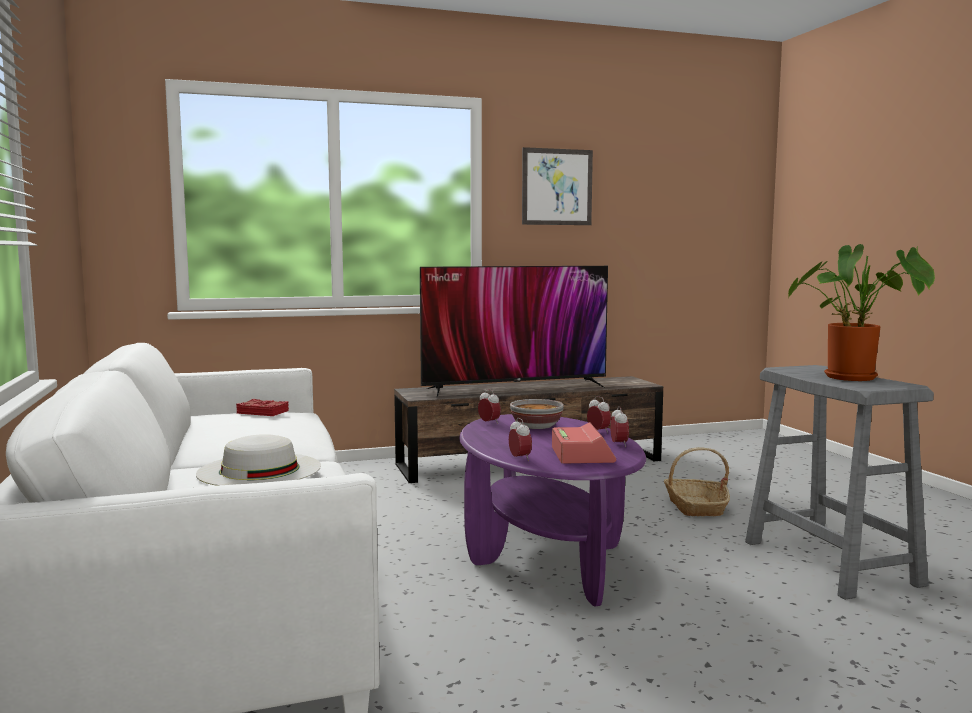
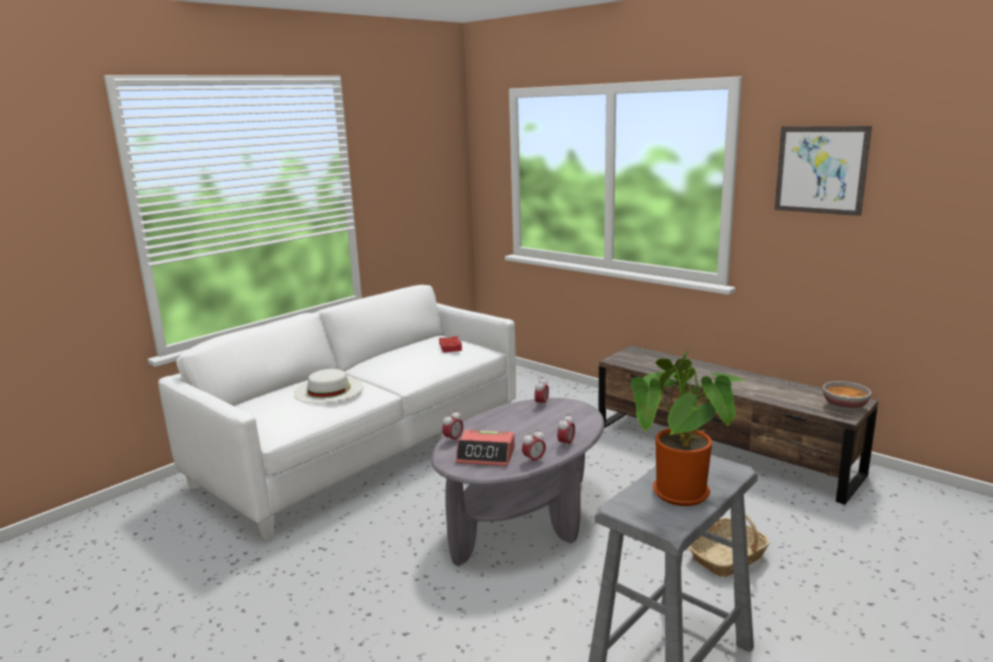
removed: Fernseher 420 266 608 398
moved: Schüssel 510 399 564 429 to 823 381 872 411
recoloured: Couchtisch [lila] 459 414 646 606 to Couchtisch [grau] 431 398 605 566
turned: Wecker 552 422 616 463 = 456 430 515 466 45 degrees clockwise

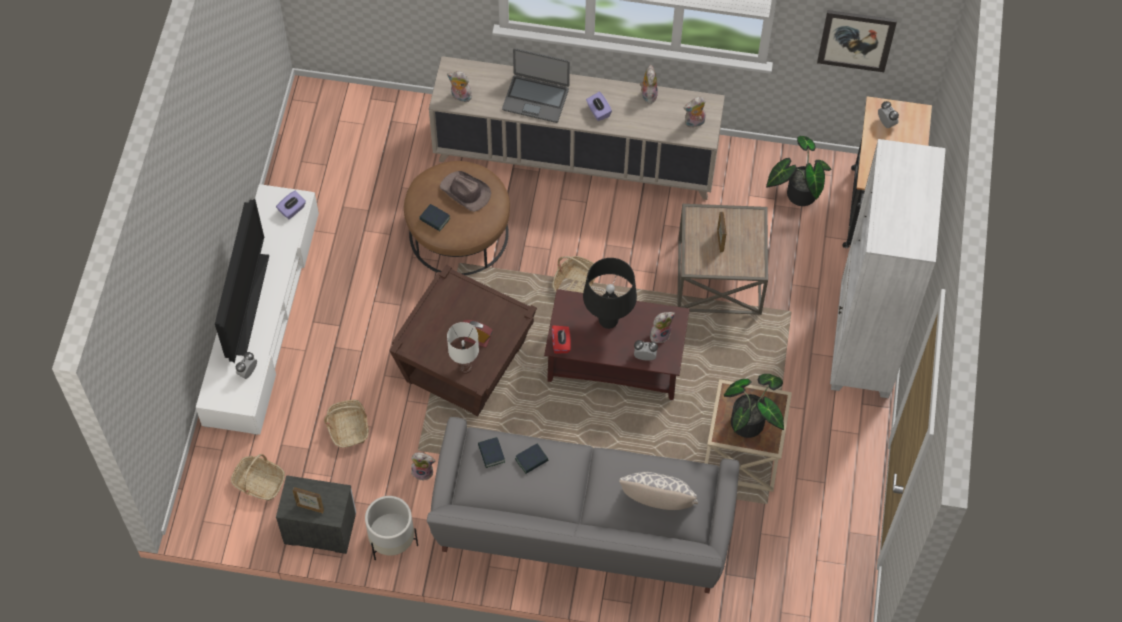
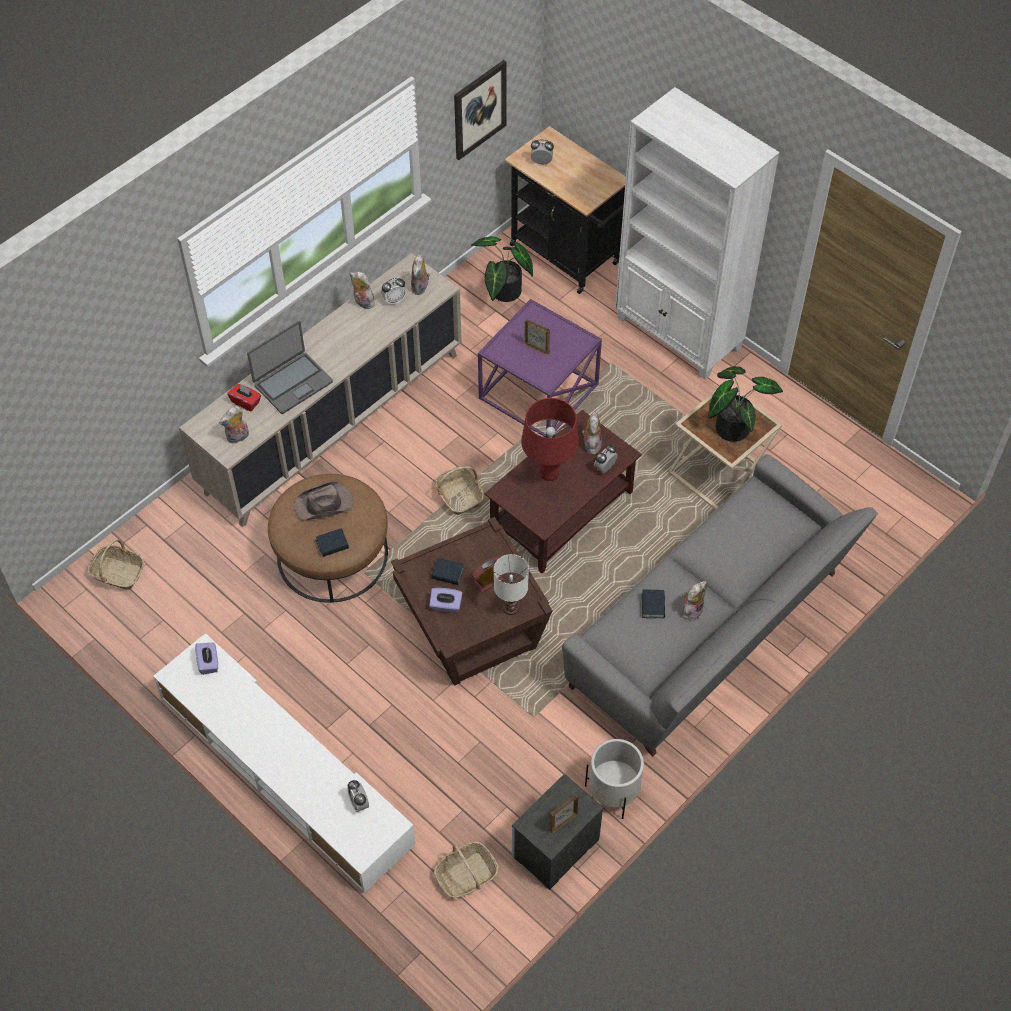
removed: Fernseher 215 199 269 364; Kissen 619 472 698 510
added: Wecker 381 278 406 305
moved: Korb 324 400 369 448 to 87 539 144 590; Plüschtier 411 452 435 480 to 681 581 707 624; Buch 478 437 505 468 to 431 558 464 585; Taschentuchbox [rot] 552 325 571 354 to 227 384 261 412; Taschentuchbox [lila] 586 92 612 121 to 429 588 462 613
recoloured: Tischlampe [schwarz] 583 258 637 329 to Tischlampe [rot] 521 398 579 481; Beistelltisch [braun] 677 204 768 315 to Beistelltisch [lila] 478 299 602 437

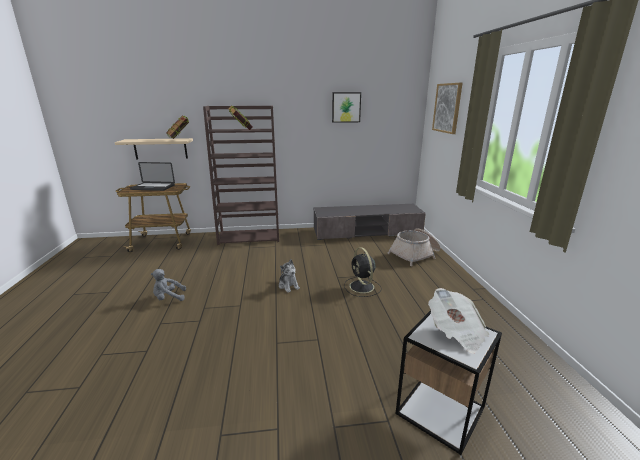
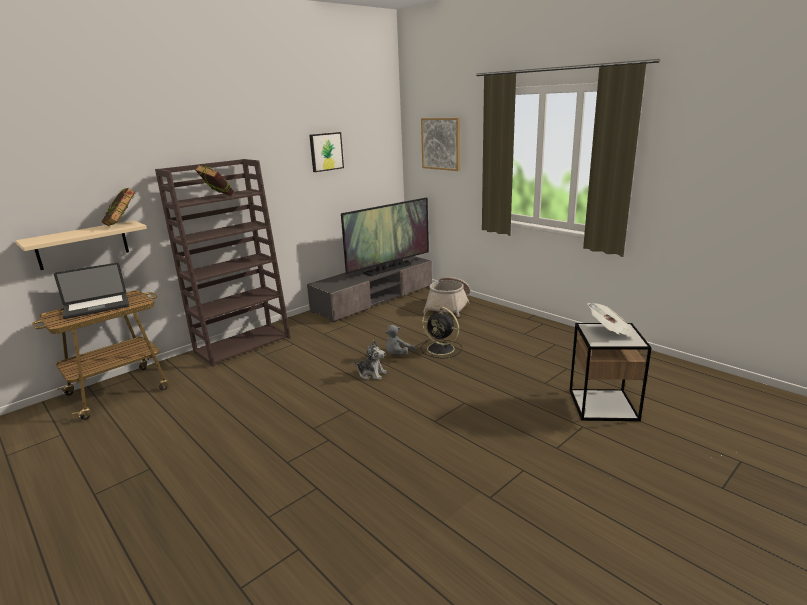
added: Fernseher 341 197 429 276
moved: Plüschtier [grau] 151 269 186 301 to 386 325 417 355

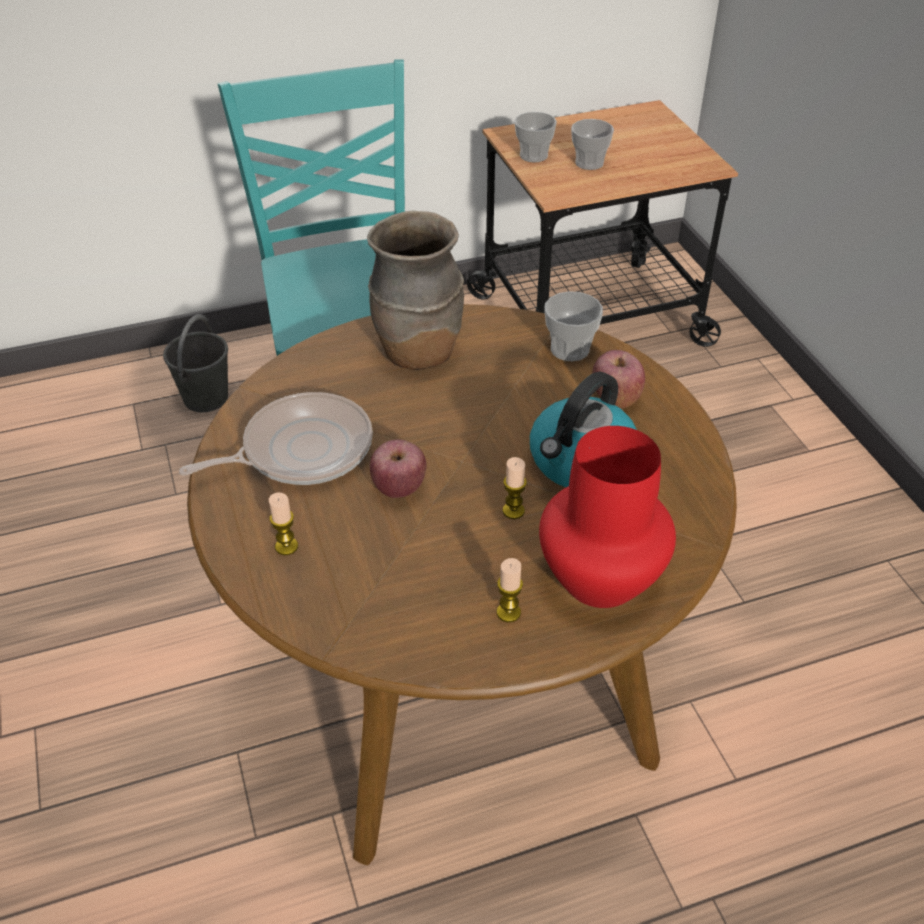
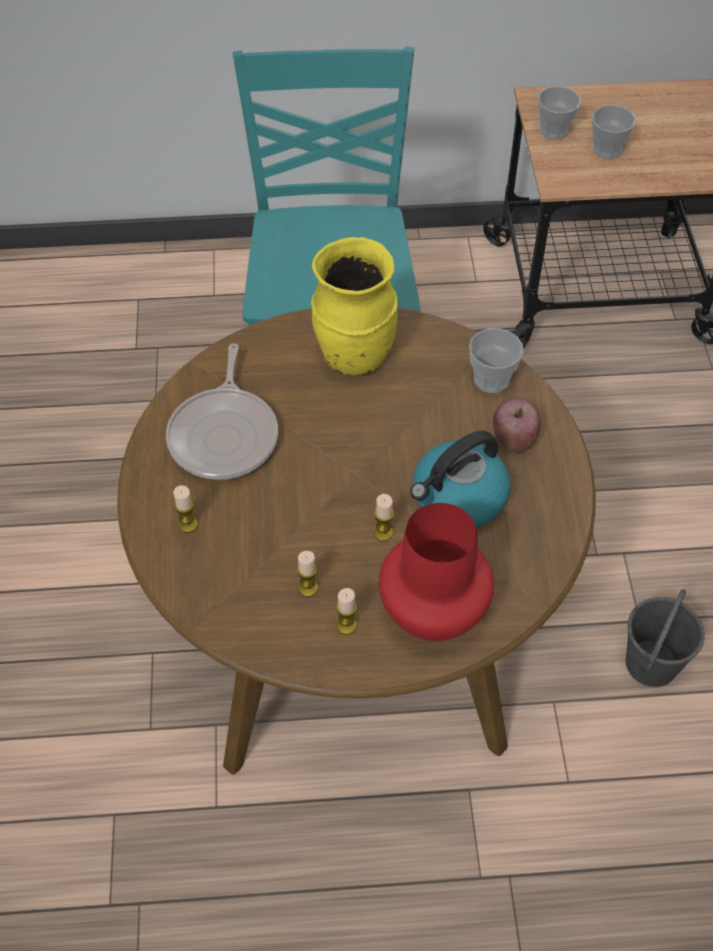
removed: Apfel 370 440 427 498
added: Kerze 297 551 318 597
moved: Eimer [grau] 163 314 228 412 to 626 589 705 687
recoloured: Vase [braun] 367 210 464 370 to Vase [gelb] 311 237 398 375
turned: Pfanne 179 392 373 485 = 166 343 278 480 105 degrees clockwise

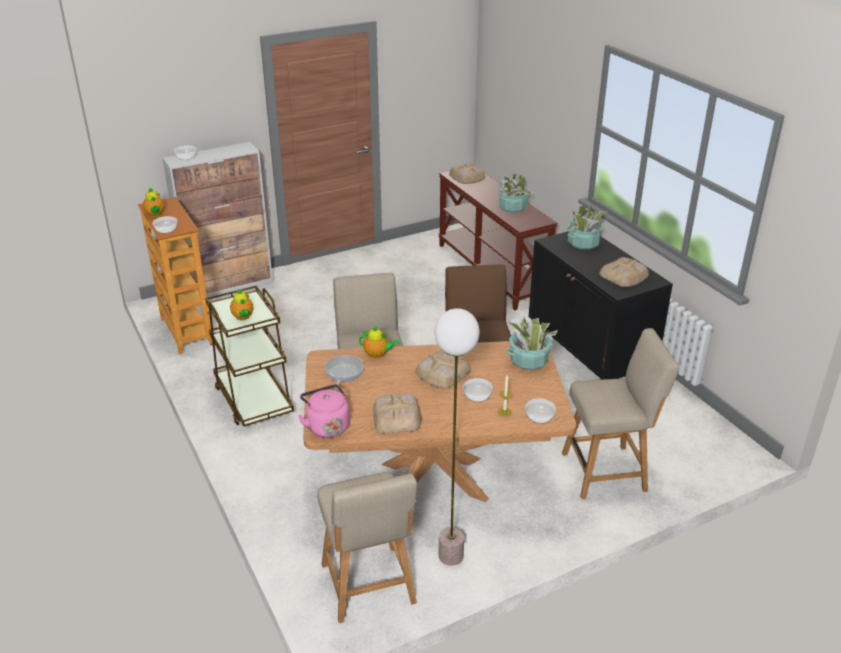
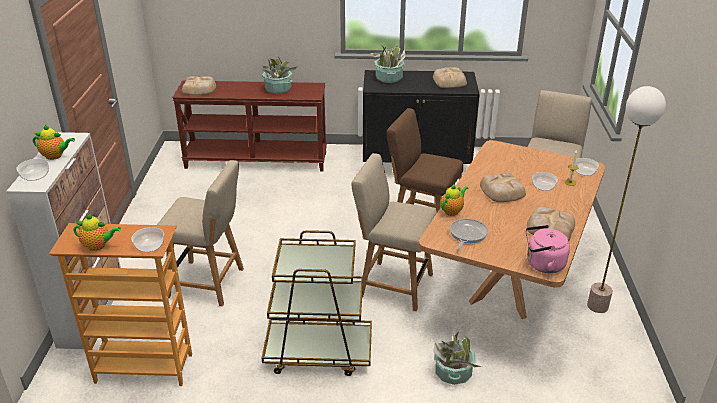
moved: Teekanne 230 289 254 320 to 33 125 75 160; Stuhl [beige] 317 472 417 623 to 157 160 244 306; Topfpflanze 506 317 558 370 to 433 331 482 385
turned: Pfanne 324 355 364 390 = 450 219 488 250 75 degrees clockwise

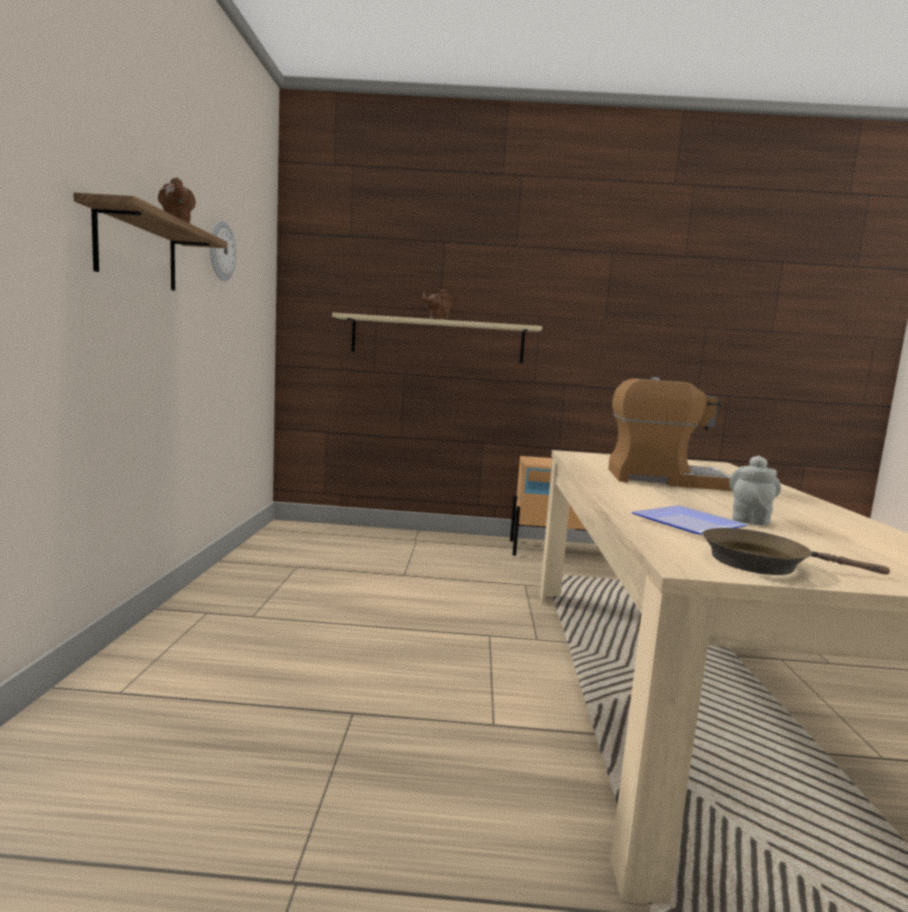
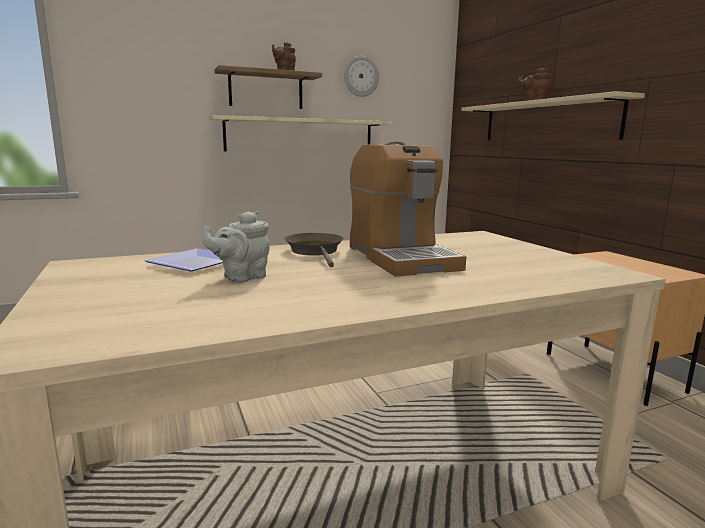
added: Wandregal [beige] 209 115 392 151
moved: Pfanne [braun] 702 528 890 575 to 284 233 344 267
turned: Teekanne [grau] 730 456 781 526 = 202 211 270 283 135 degrees clockwise

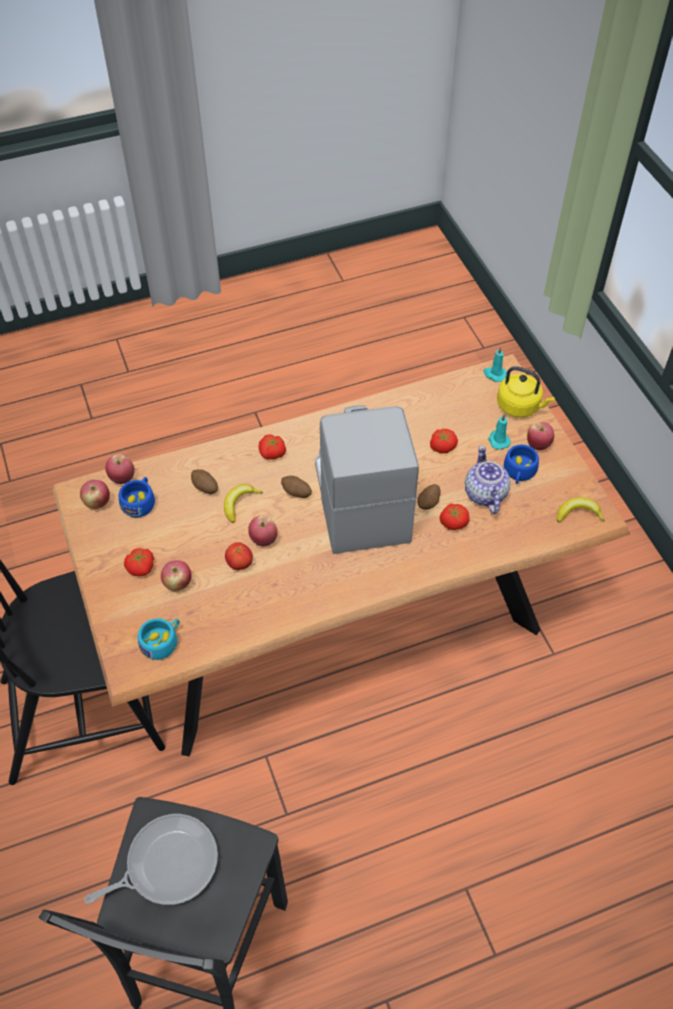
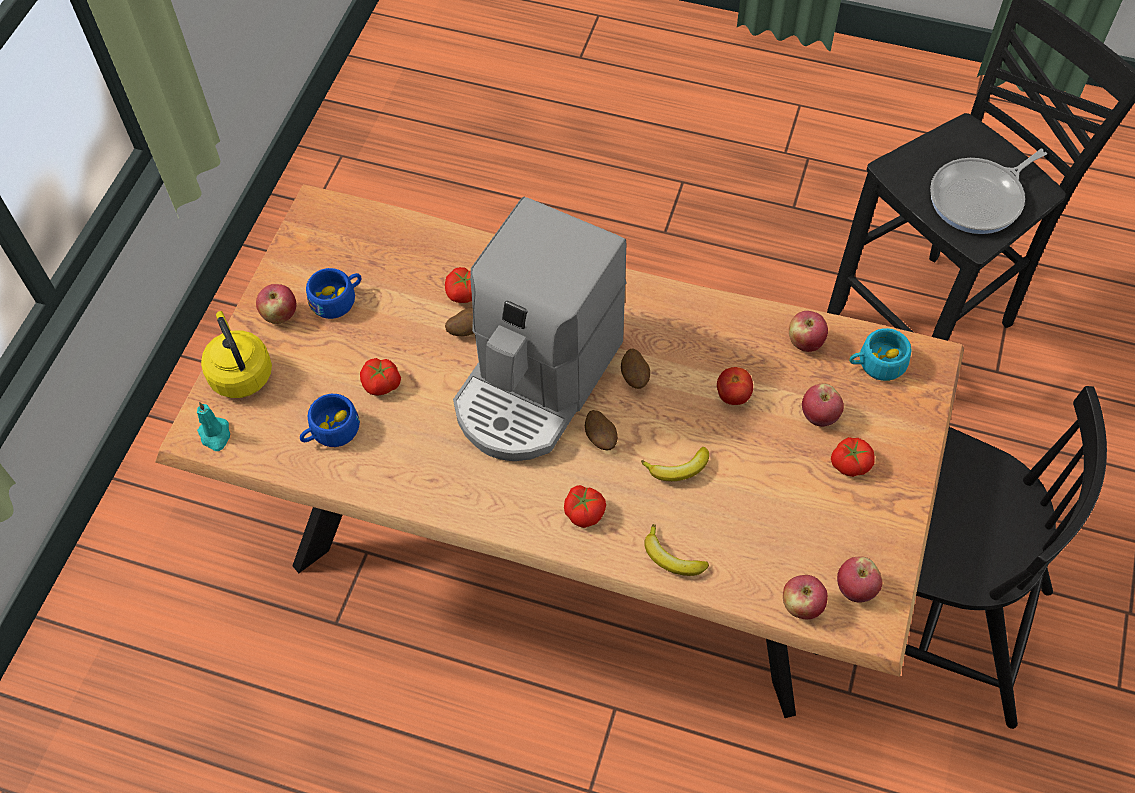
removed: Teekanne 465 445 510 514; Kerze [türkis] 488 414 511 450
moved: Tasse [blau] 119 477 155 518 to 300 394 360 447; Kartoffel 191 469 218 494 to 621 348 650 389; Apfel 248 515 278 546 to 789 311 828 352; Banane 557 497 605 523 to 644 524 709 576
turned: Pfanne 84 814 218 905 = 930 148 1047 234 45 degrees counterclockwise

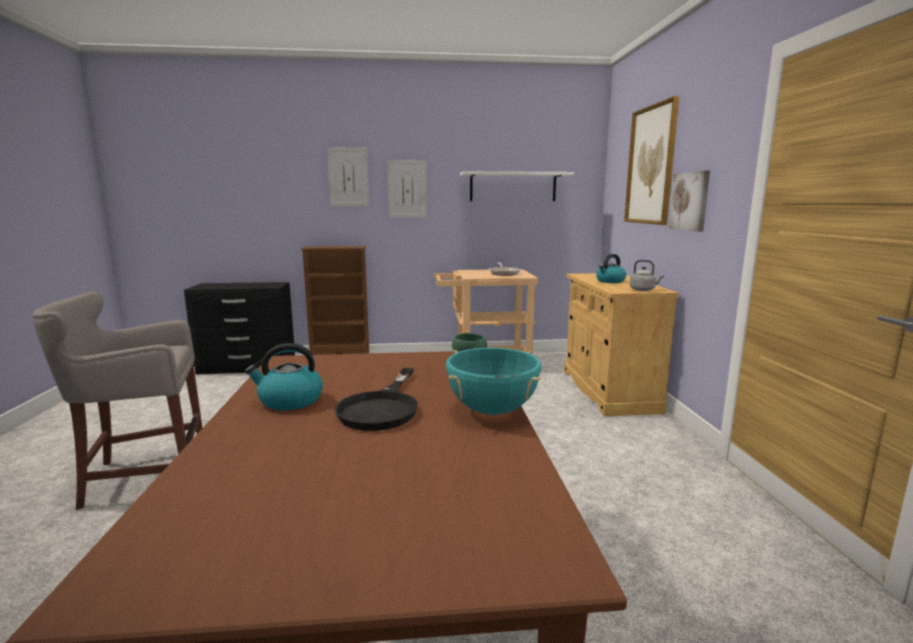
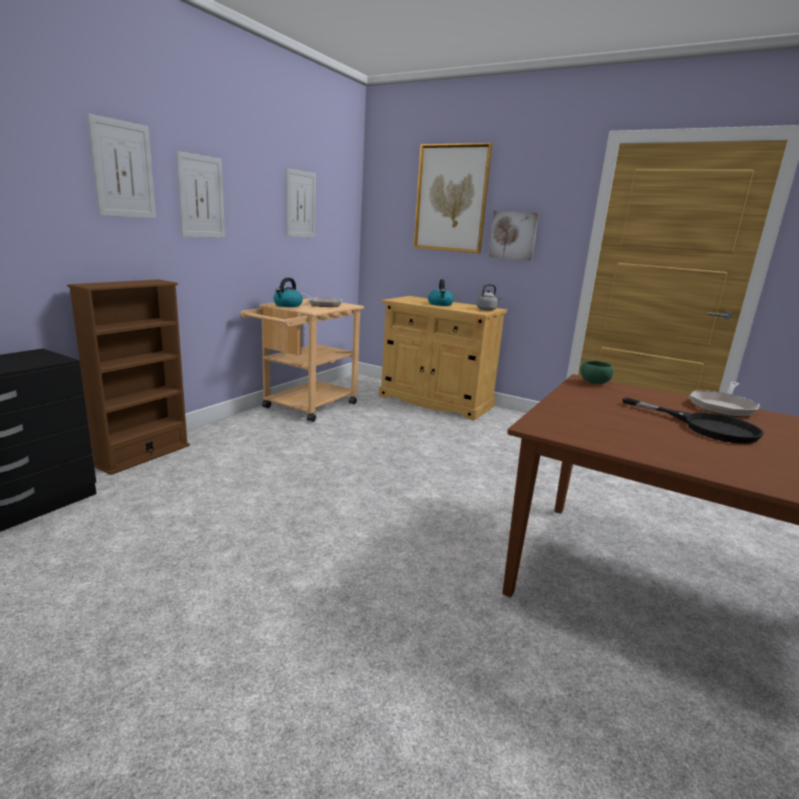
removed: Hocker [grau] 32 291 203 510
moved: Wasserkessel 245 343 323 410 to 273 278 303 307
replaced: Kochtopf [türkis] 446 347 541 415 to Pfanne 690 382 760 417; Wandregal [weiß] 460 171 574 201 to Bild 286 168 316 237

